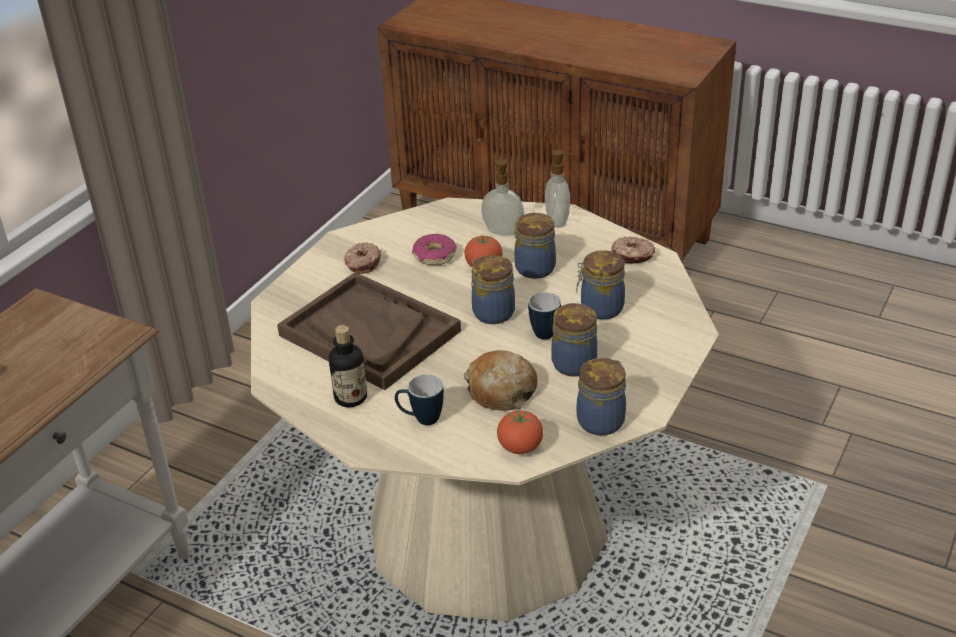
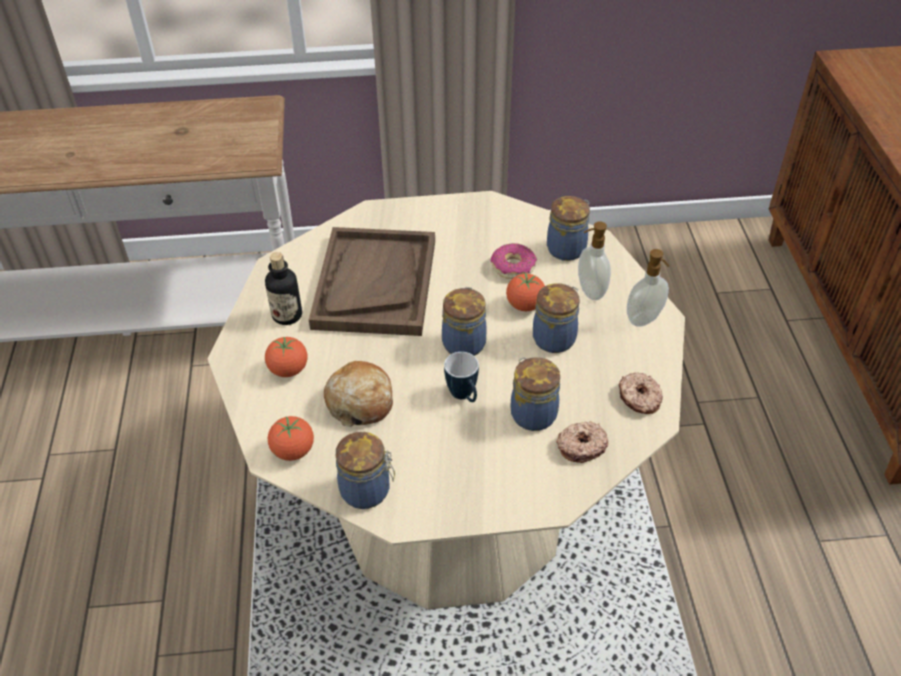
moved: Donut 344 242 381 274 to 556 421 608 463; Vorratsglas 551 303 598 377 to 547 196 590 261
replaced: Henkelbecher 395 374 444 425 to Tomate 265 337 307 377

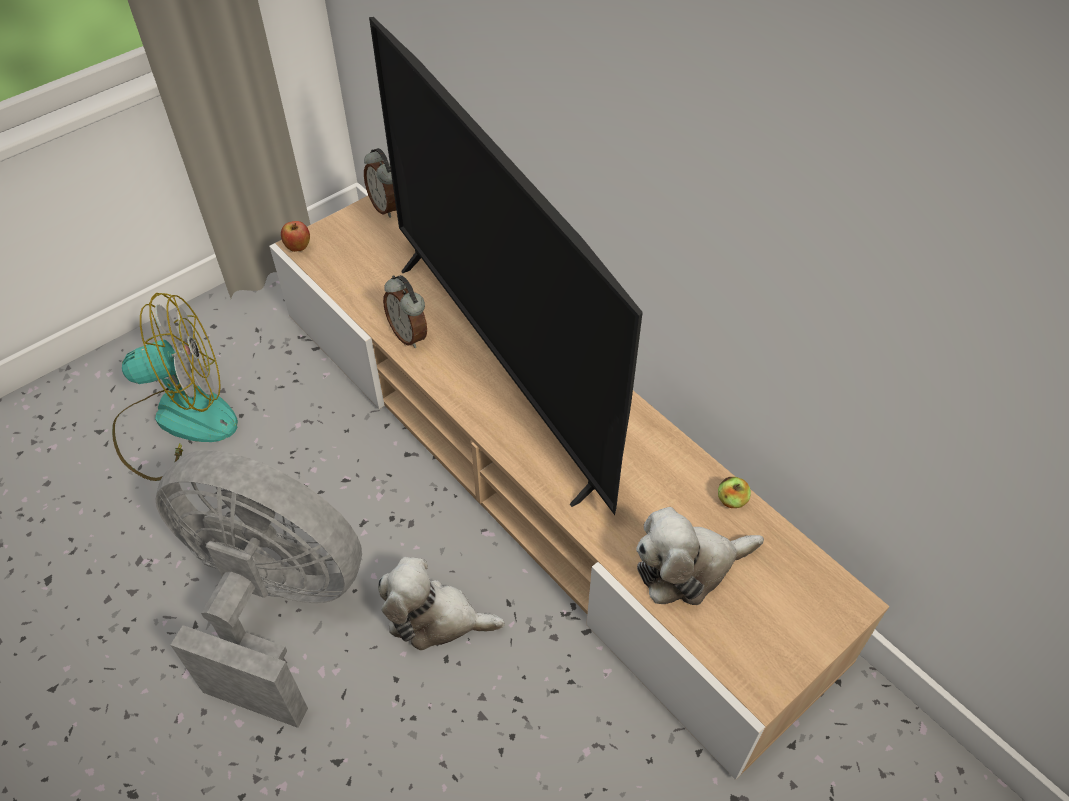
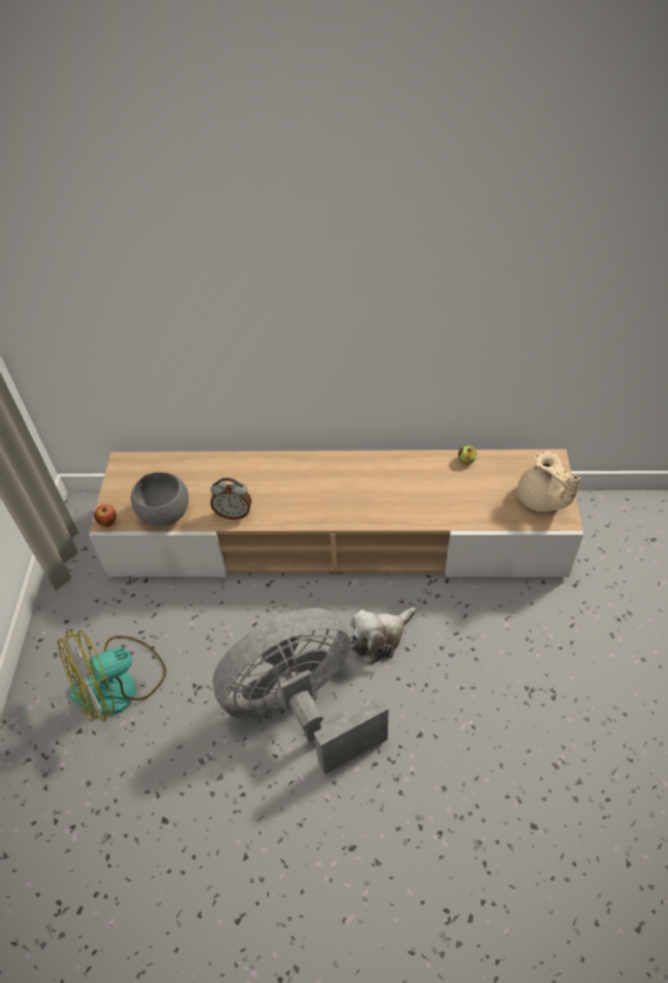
removed: Wecker 364 148 396 218; Fernseher 369 17 643 515; Plüschtier 636 507 764 605
added: Schüssel [grau] 131 472 189 526; Teekanne [beige] 517 451 581 512
turned: Ventilator 112 293 238 481 = 58 629 166 721 150 degrees counterclockwise

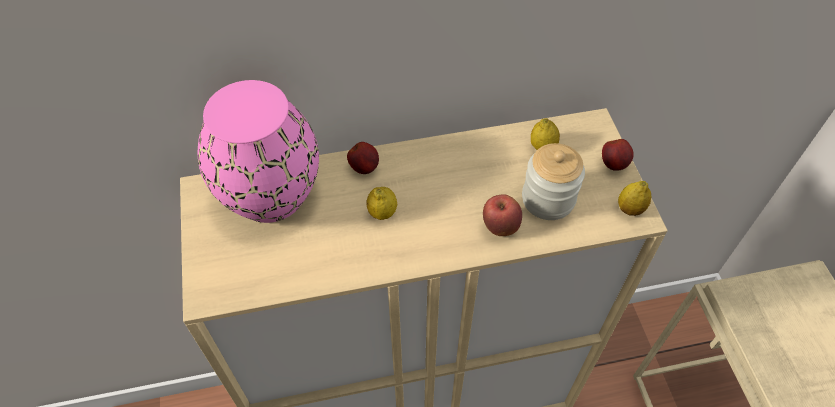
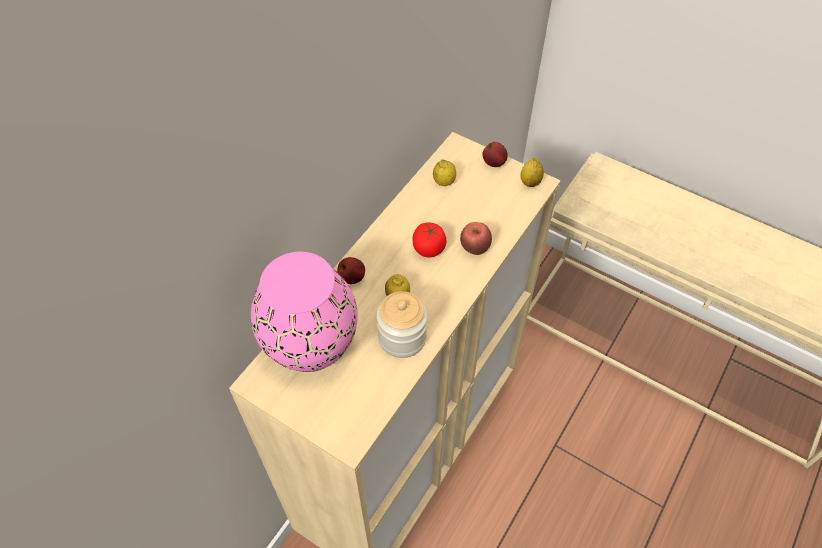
added: Tomate 413 222 446 258
moved: Vorratsglas 522 143 585 220 to 377 291 427 358

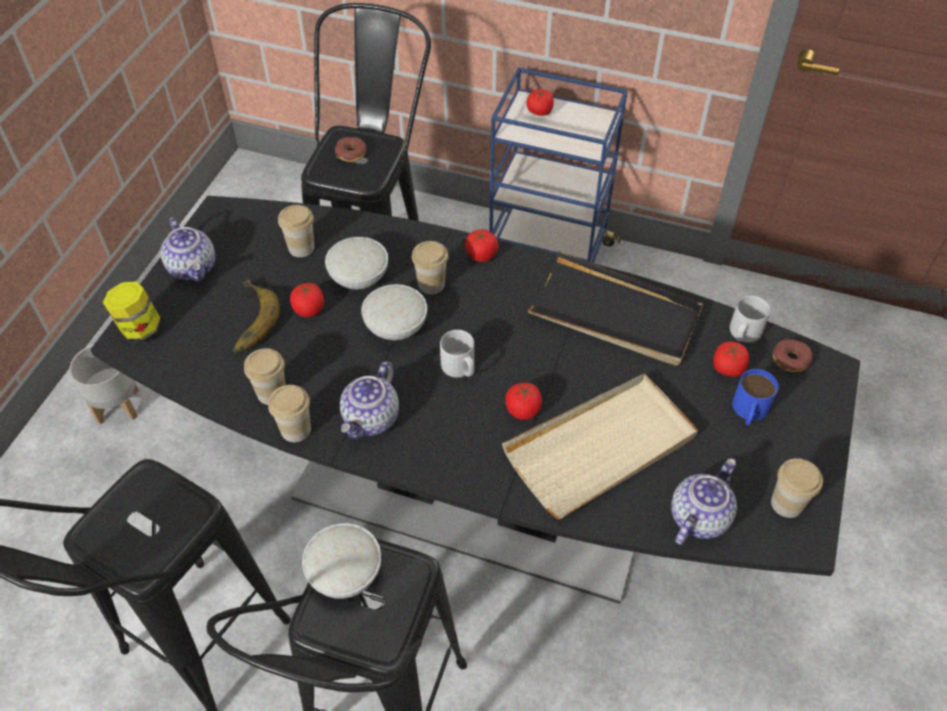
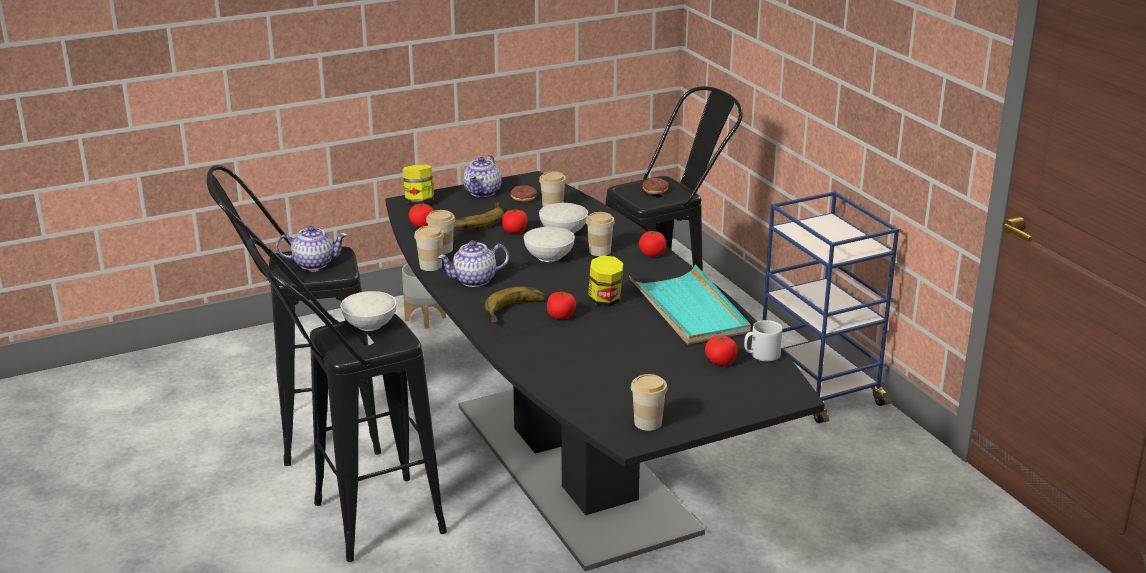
removed: Henkelbecher [grau] 440 330 475 378; Tablett [beige] 502 373 698 519; Henkelbecher [blau] 732 369 779 426
added: Banane 485 287 546 323; Vorratsglas 588 255 623 306
moved: Tomate 527 89 554 116 to 409 203 434 227; Teekanne 671 458 737 545 to 276 226 347 270; Donut 773 339 812 372 to 510 185 537 202
recoloured: Tablett [schwarz] 526 251 703 366 to Tablett [türkis] 629 265 751 345

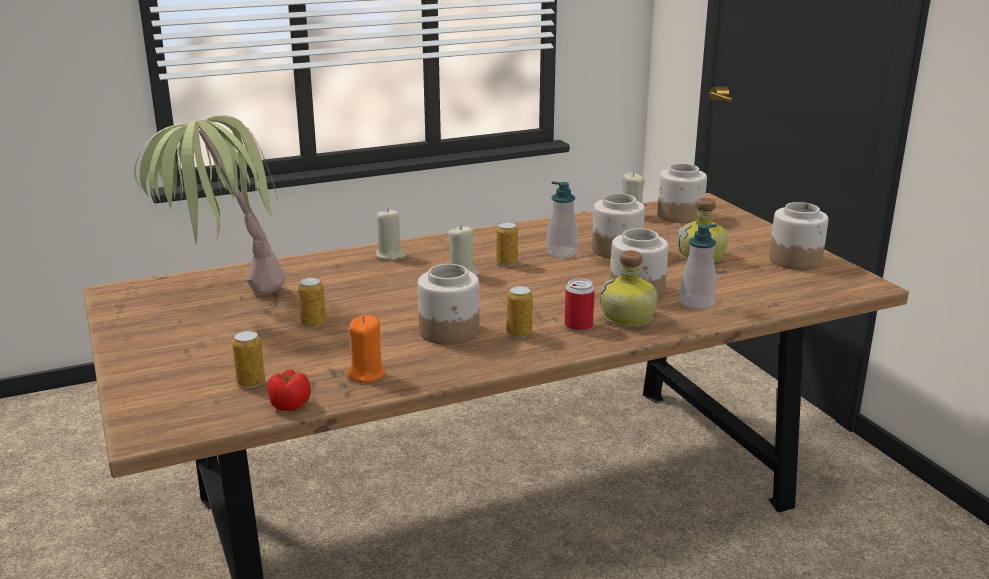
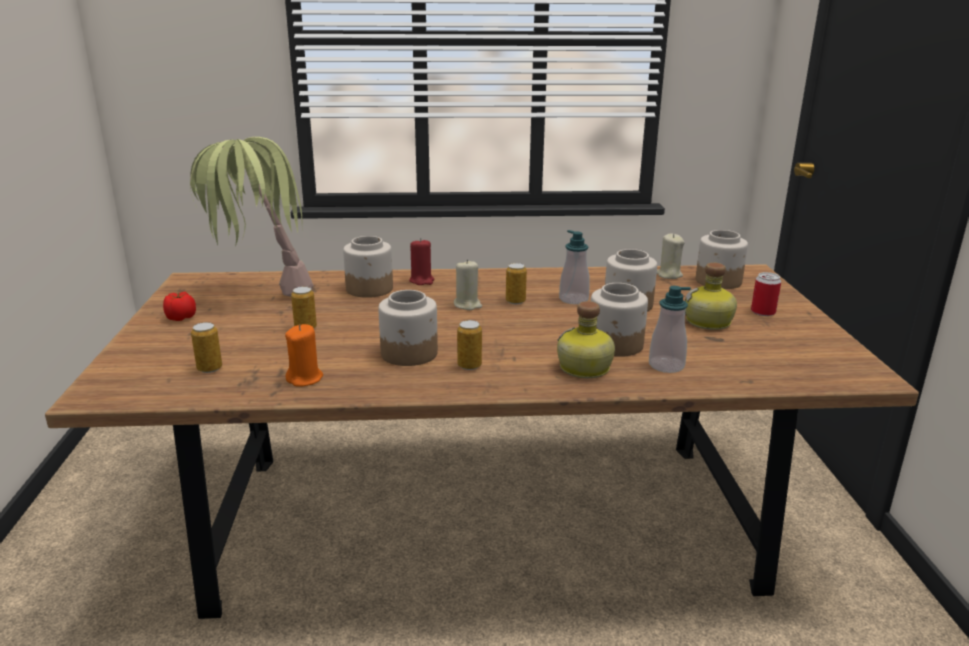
moved: Tomate 267 369 311 411 to 163 292 196 321; Dose 565 278 595 331 to 751 272 781 316; Vorratsglas 769 202 828 270 to 343 236 393 298
recoloured: Kerze [beige] 376 208 405 261 to Kerze [rot] 409 238 434 285

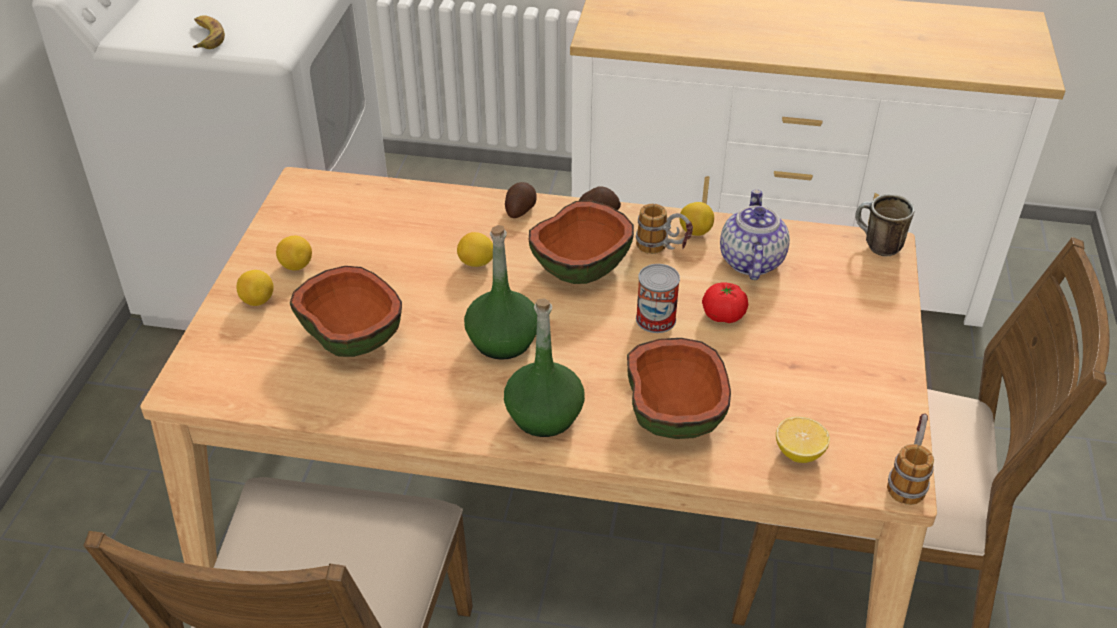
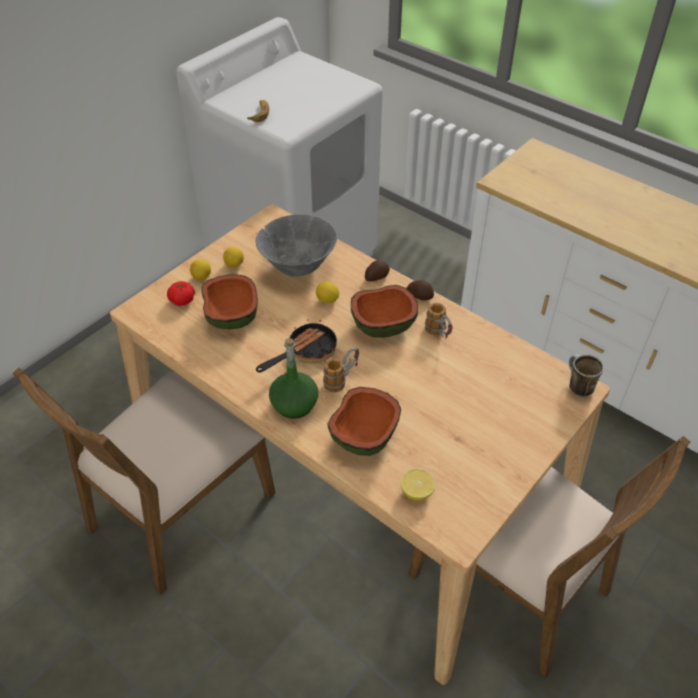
removed: Dose 636 264 680 333; Zitrone 679 202 714 236; Teekanne 720 189 790 280
added: Schüssel [grau] 256 214 337 276
moved: Tomate 702 283 748 323 to 167 281 195 306; Henkelbecher 887 414 934 505 to 323 348 359 392
replaced: Flasche [grün] 464 225 537 360 to Pfanne 256 319 337 373

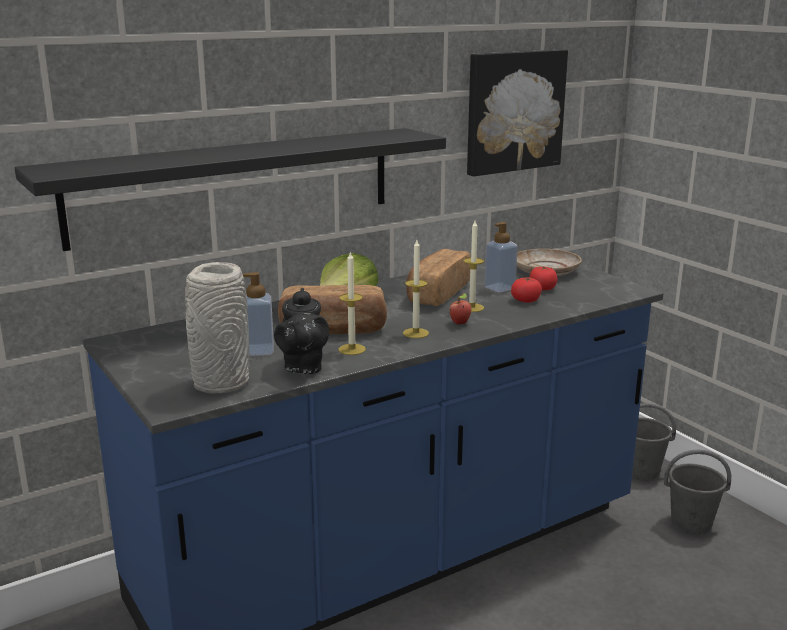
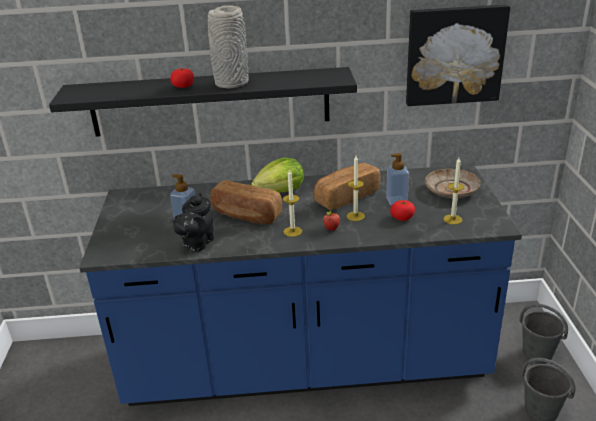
moved: Vase [grau] 185 262 250 394 to 208 5 249 88; Kerze 338 251 366 355 to 444 158 465 225; Tomate 530 267 557 290 to 170 68 194 88

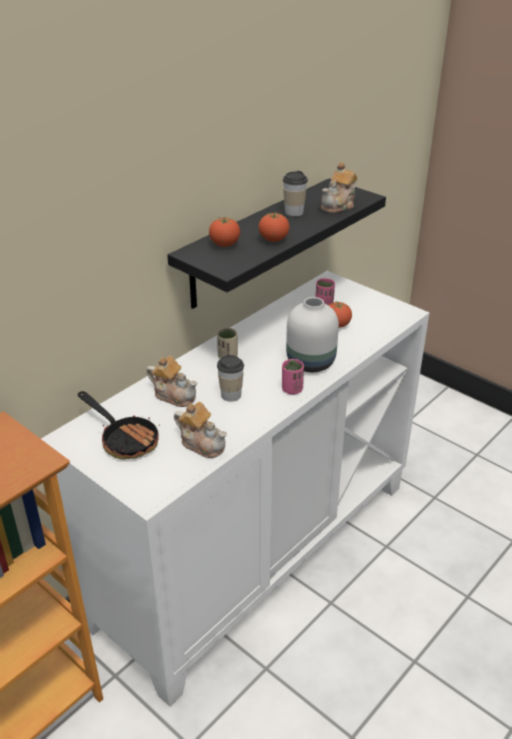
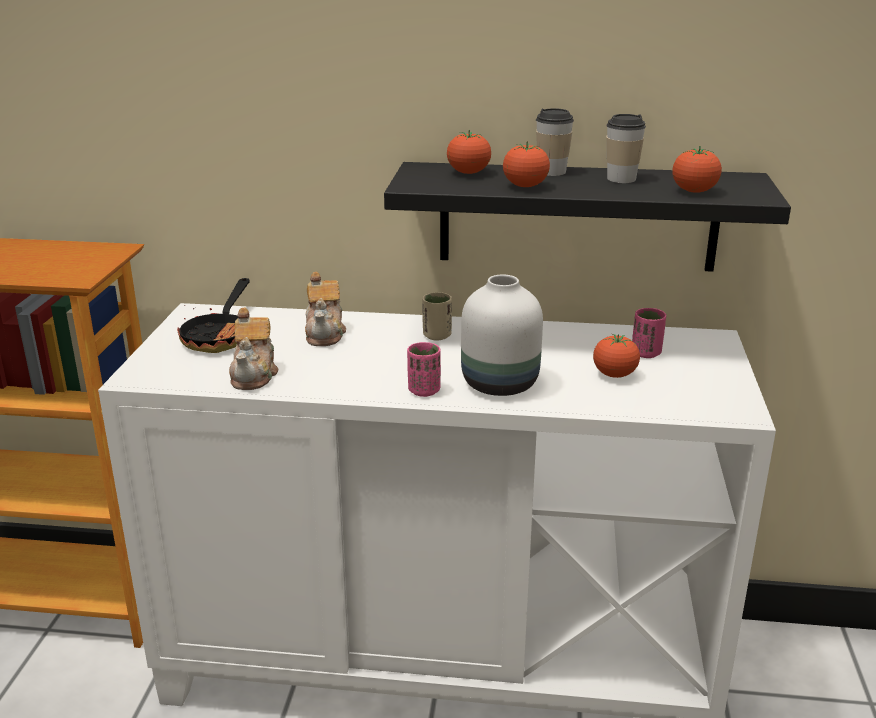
moved: Tasse 217 355 244 402 to 536 108 574 176
replaced: Teekanne 321 162 357 213 to Tomate 672 146 722 193

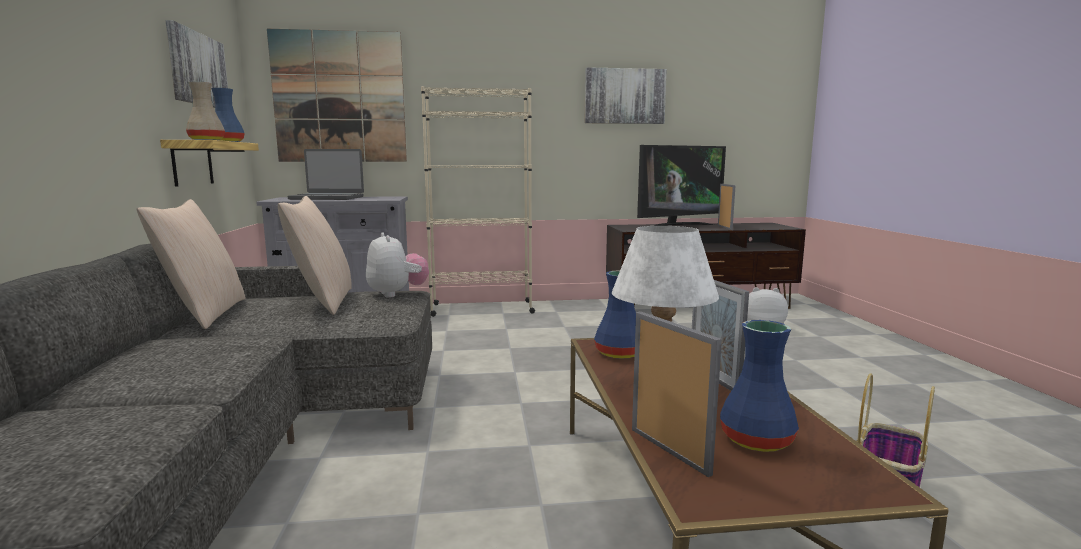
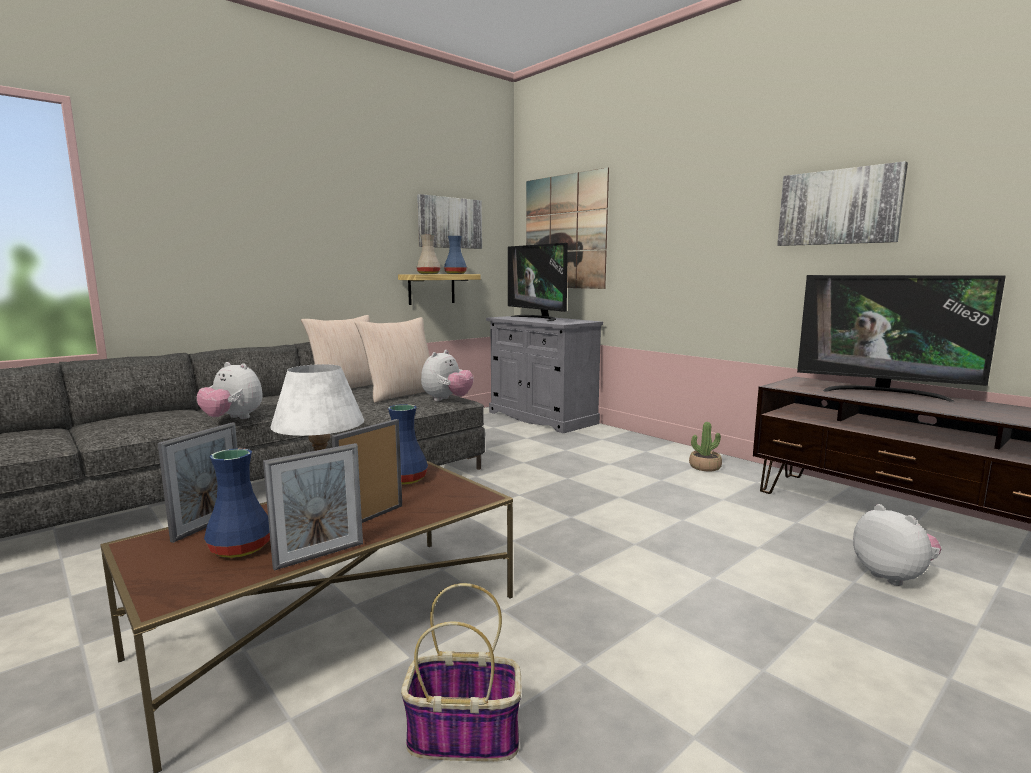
removed: Bücherregal [beige] 421 86 535 317
added: Plüschtier 197 362 263 419; Topfpflanze 689 422 722 472
moved: Bilderrahmen 718 184 736 230 to 263 443 363 571
replaced: Laptop 288 149 364 200 to Fernseher 508 243 568 321

